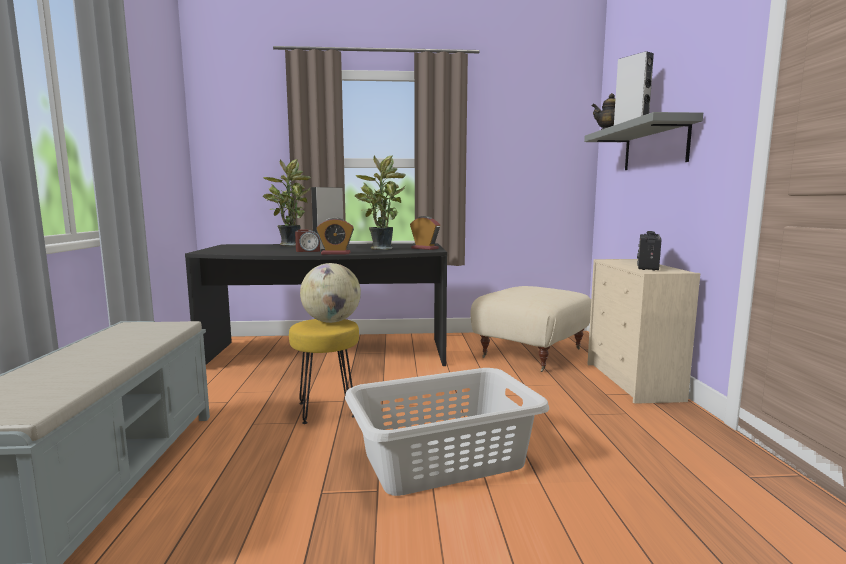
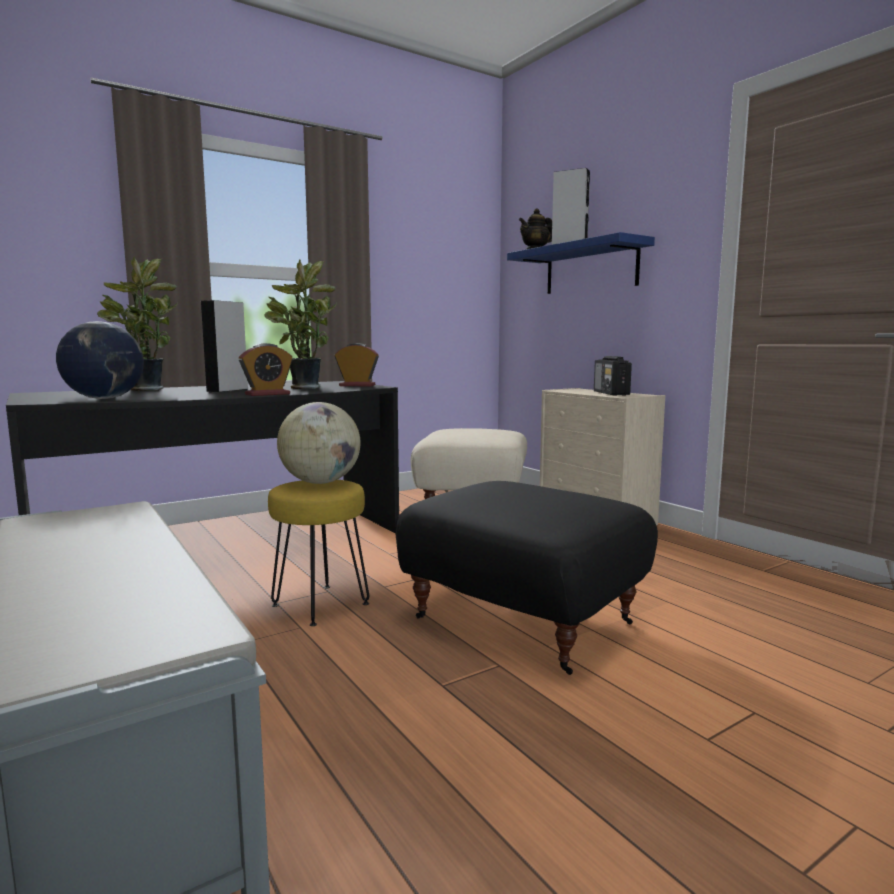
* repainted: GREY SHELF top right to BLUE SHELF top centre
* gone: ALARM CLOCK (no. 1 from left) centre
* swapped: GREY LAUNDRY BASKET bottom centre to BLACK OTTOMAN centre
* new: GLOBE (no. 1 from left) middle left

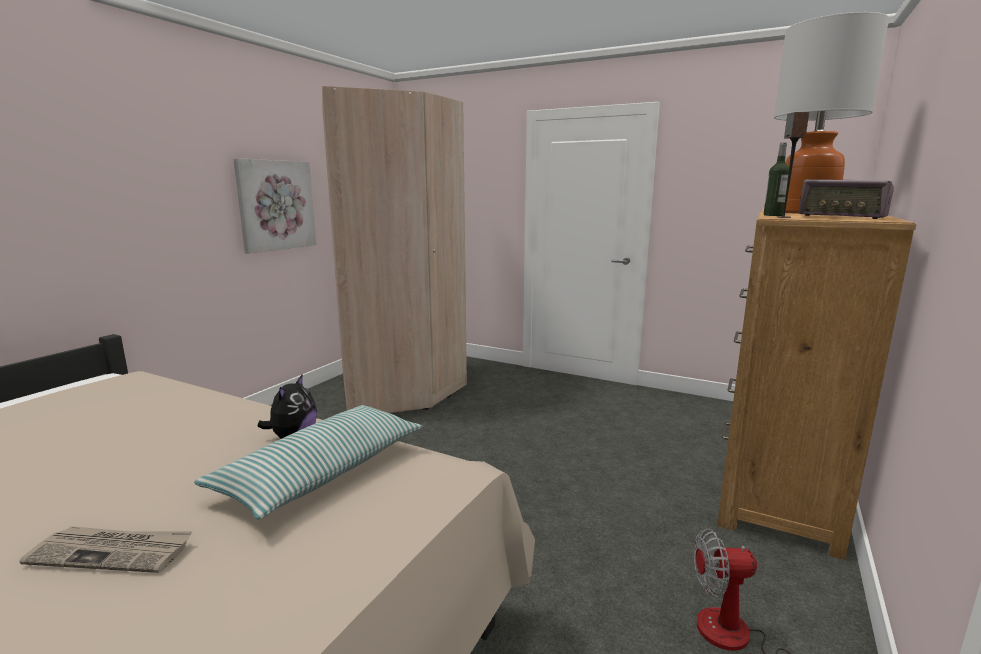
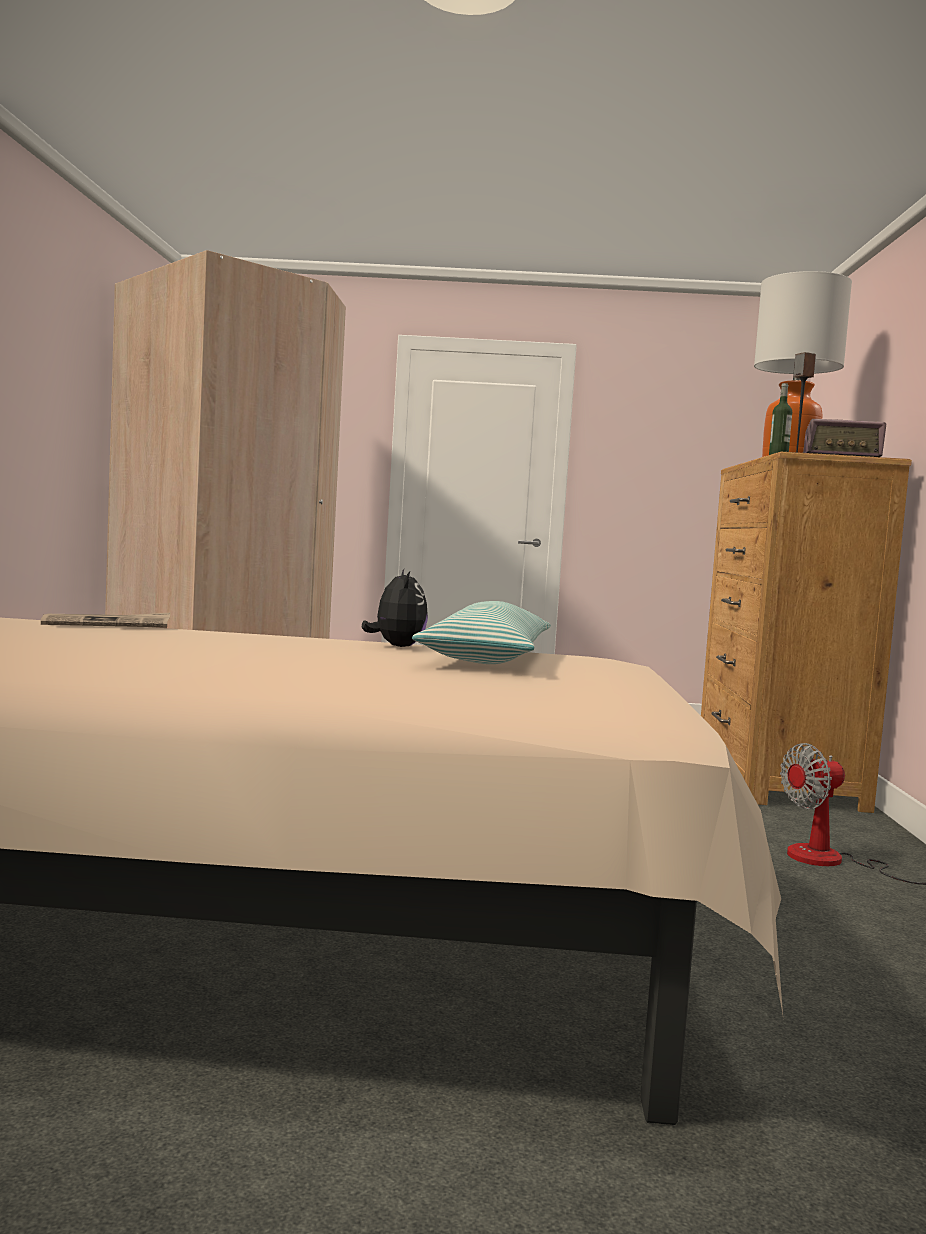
* gone: PICTURE top left
* shifted: NEWSPAPER bottom left to middle left

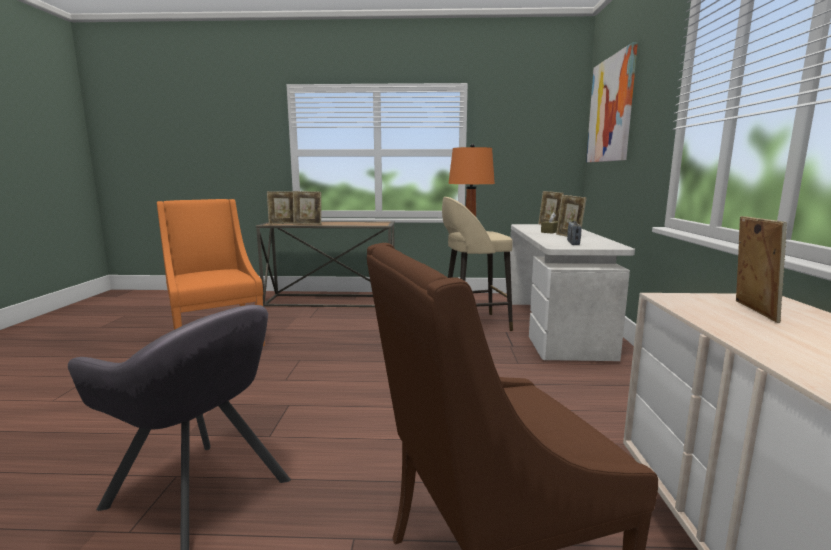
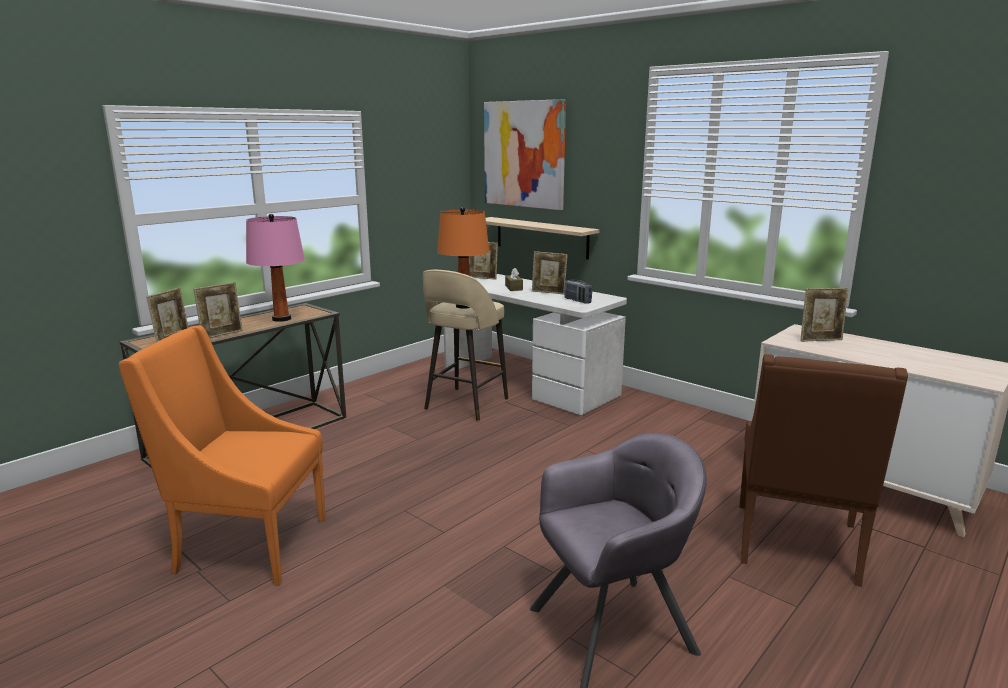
* rotated: PICTURE FRAME (no. 5 from left) middle right = middle right 120 degrees clockwise
* new: PINK TABLE LAMP middle left
* new: SHELF centre

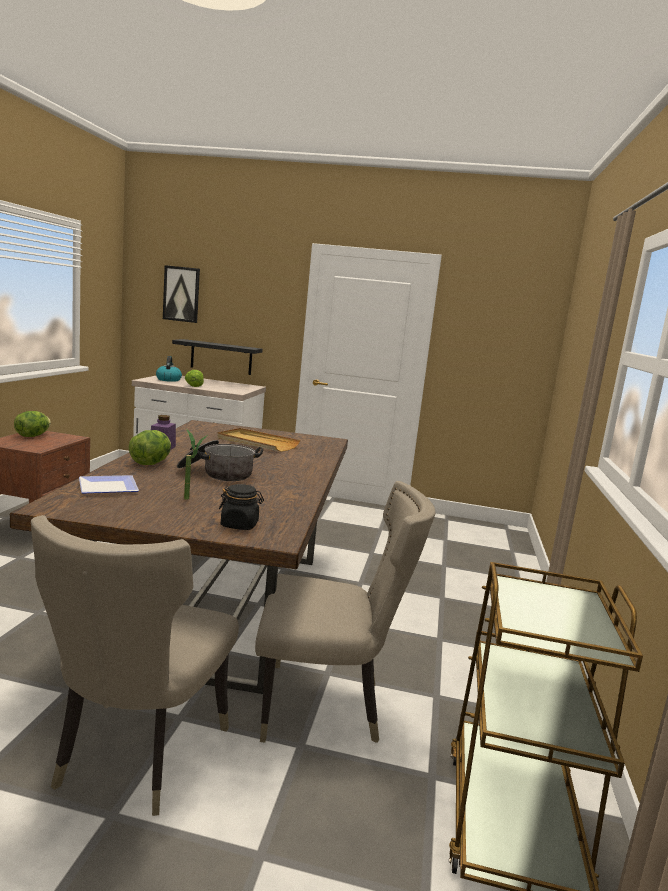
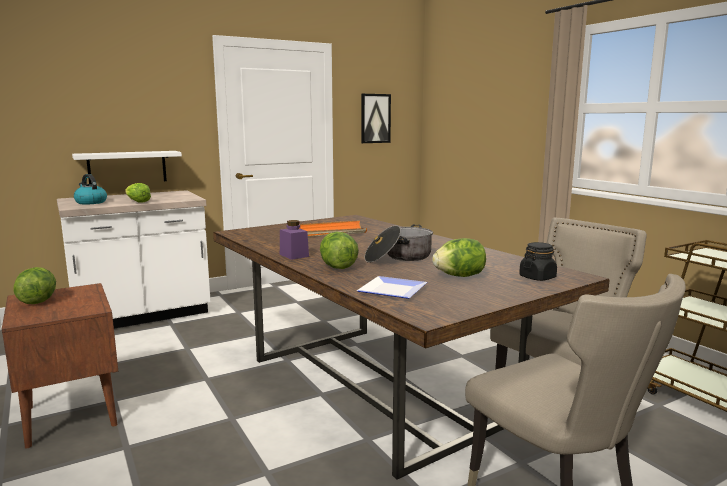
* shifted: PICTURE top left to top centre
* repainted: BLACK SHELF middle left to WHITE SHELF middle left
* repainted: BEIGE TRAY centre to ORANGE TRAY centre
* swapped: POTTED PLANT middle left to LETTUCE (no. 4 from left) centre

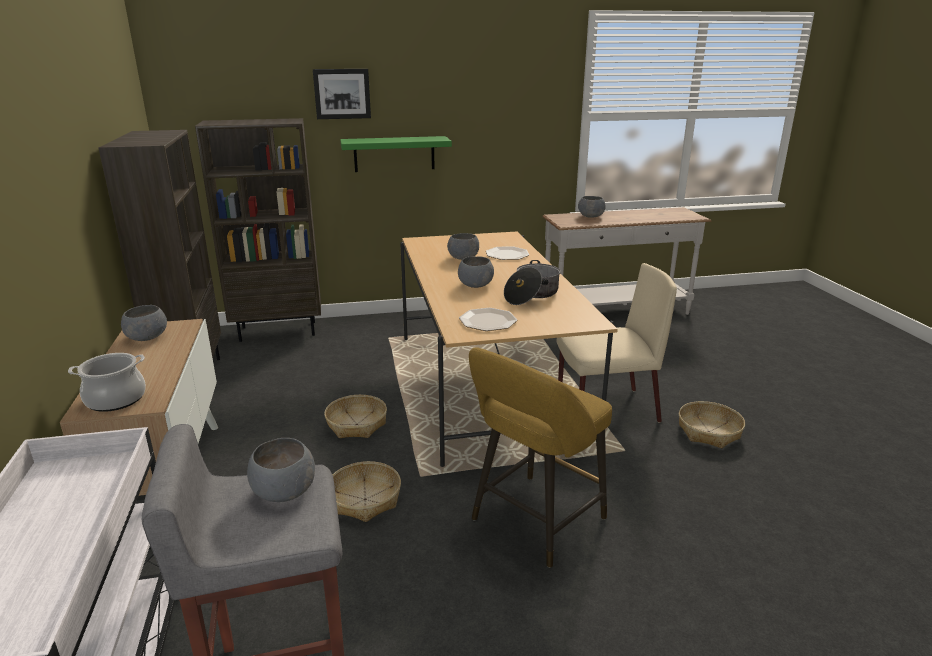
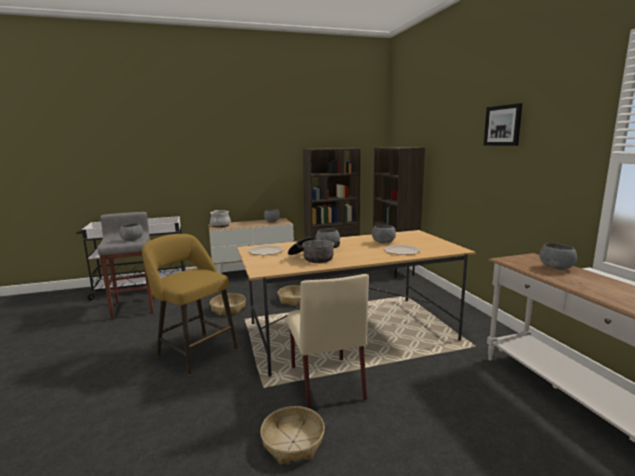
* shifted: PICTURE top centre to top right
* gone: GREEN SHELF top centre

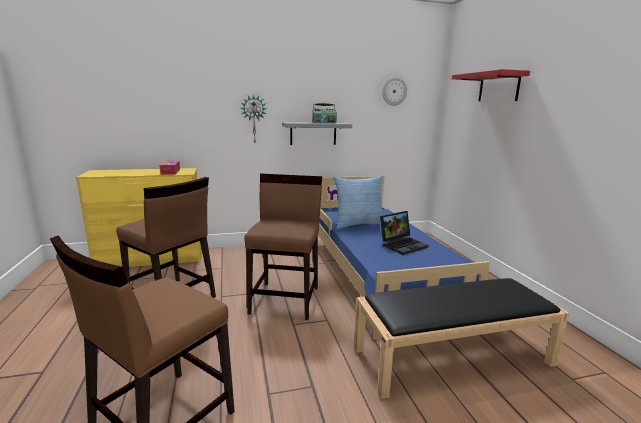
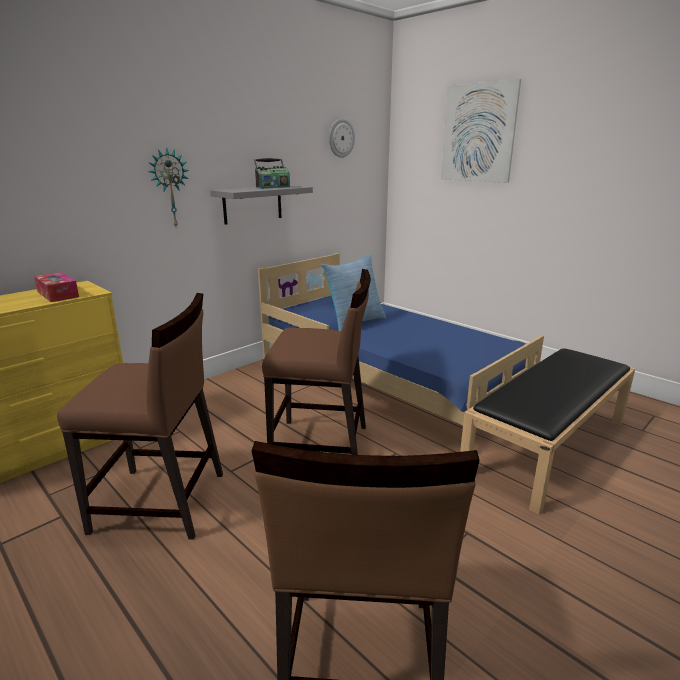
* swapped: RED SHELF top right to PICTURE top right
* rotated: BROWN CHAIR (no. 3 from left in the first image) centre = centre 120 degrees clockwise
* gone: LAPTOP centre

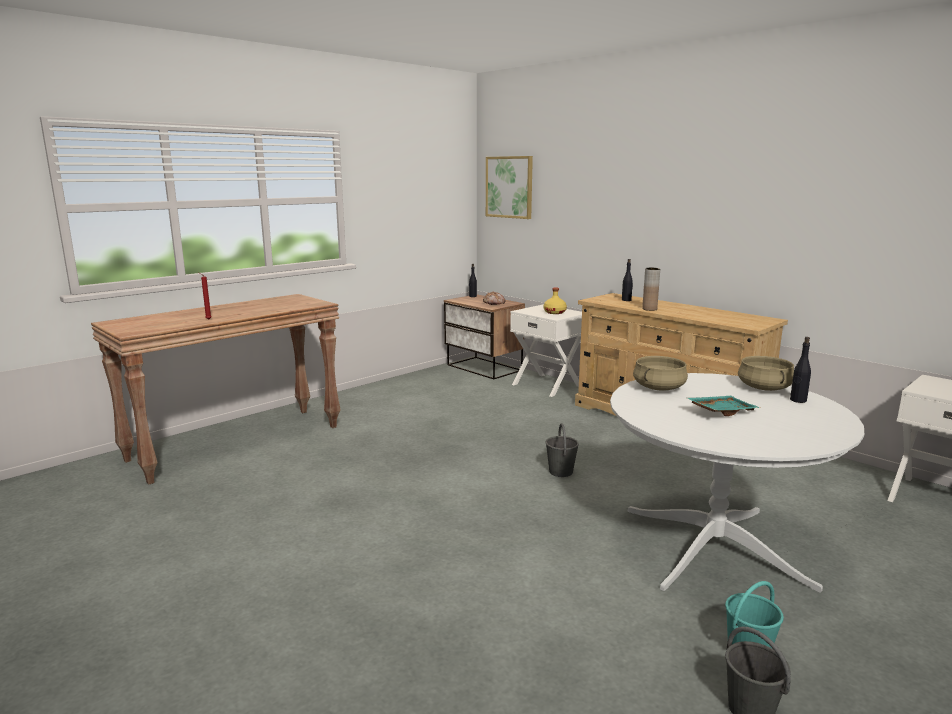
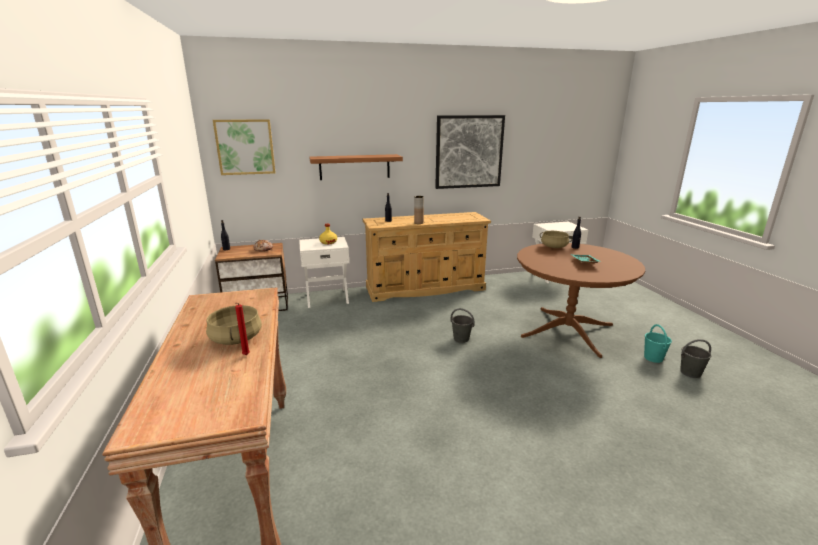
* shifted: BEIGE COOKING POT (no. 1 from left) middle right to middle left
* repainted: WHITE DINING TABLE bottom right to BROWN DINING TABLE middle right
* new: PICTURE (no. 2 from left) top centre
* new: SHELF top centre

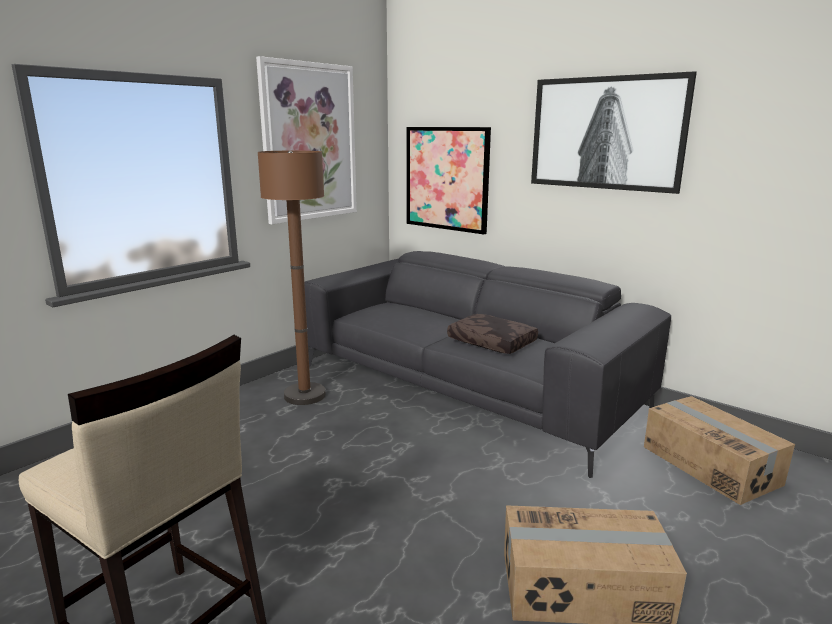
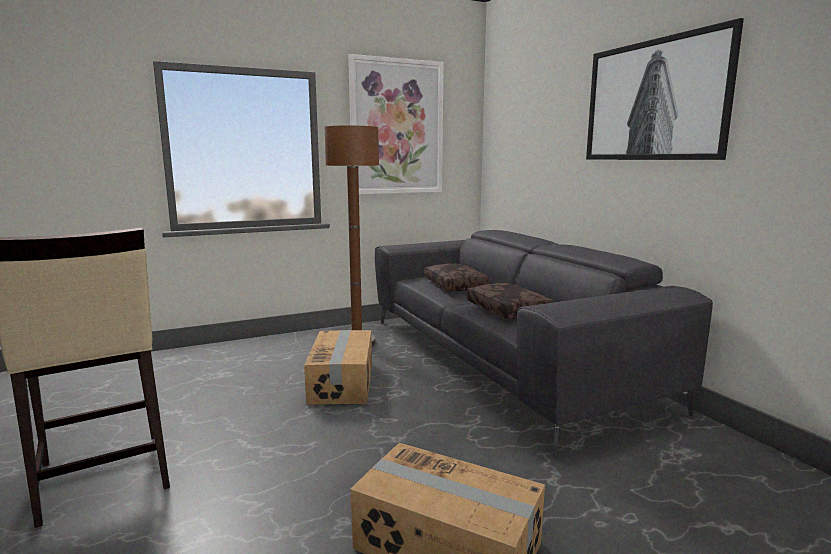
* gone: PICTURE (no. 2 from left) top centre
* shifted: CARDBOARD BOX (no. 2 from left in the first image) bottom right to CARDBOARD BOX (no. 1 from left) centre
* new: BROWN PILLOW (no. 1 from left) centre

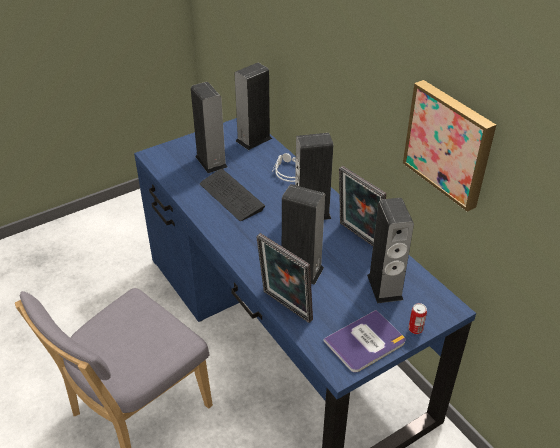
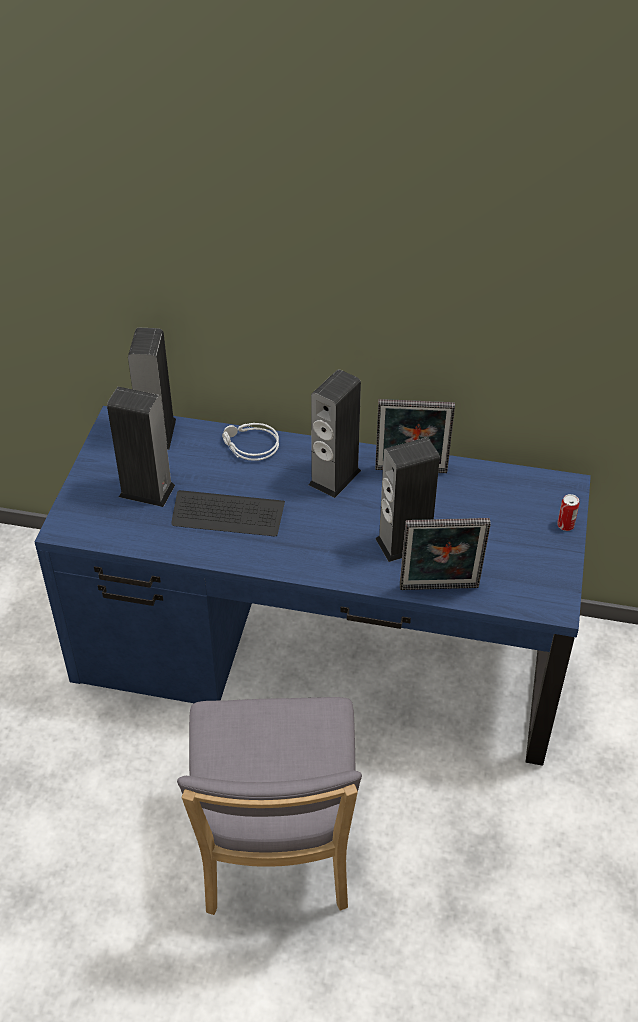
* gone: PICTURE top right
* gone: SPEAKER (no. 5 from left) middle right
* gone: BOOK bottom centre

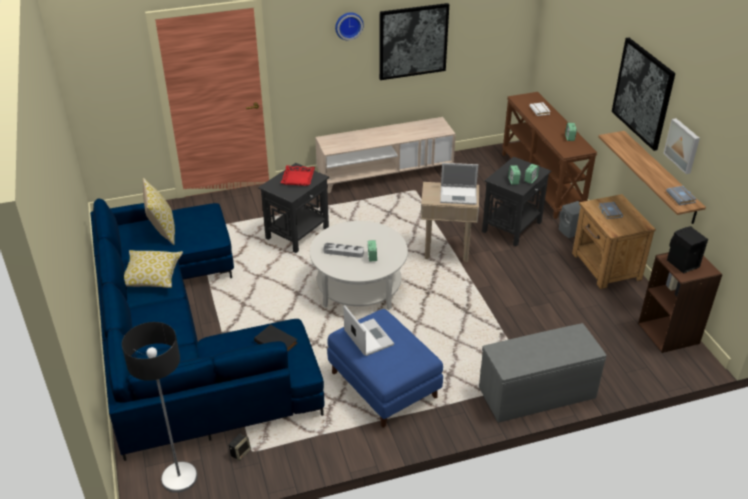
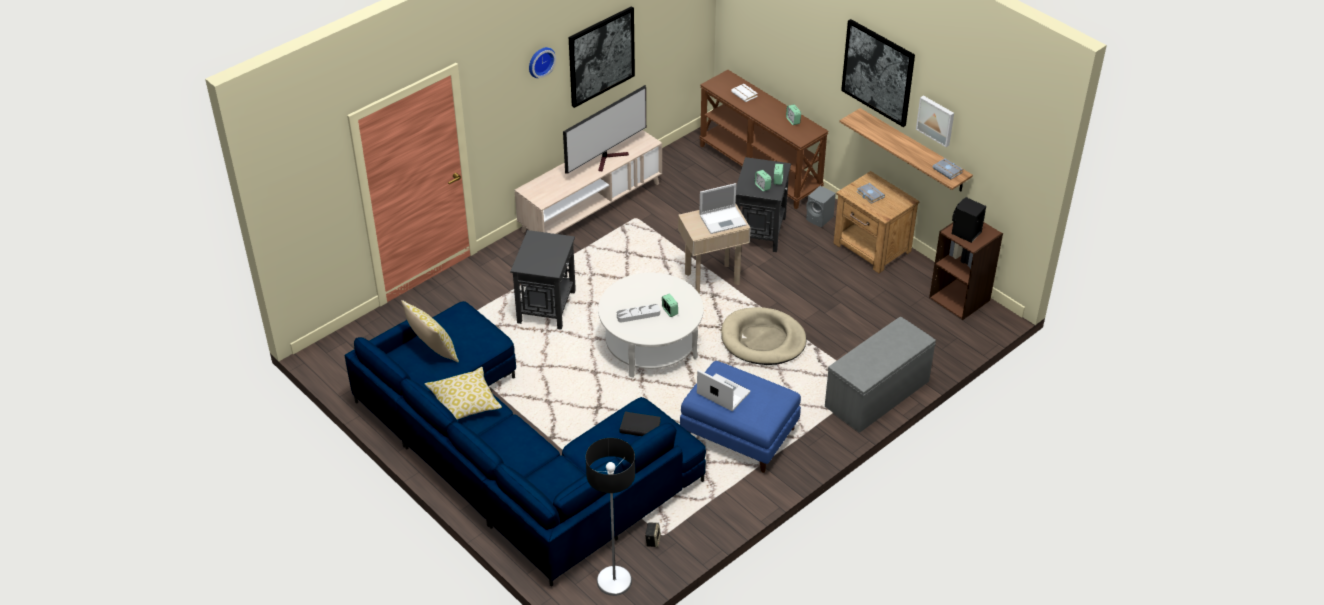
* gone: RED TRAY centre
* new: TELEVISION top centre
* new: BEIGE DOG BED centre

